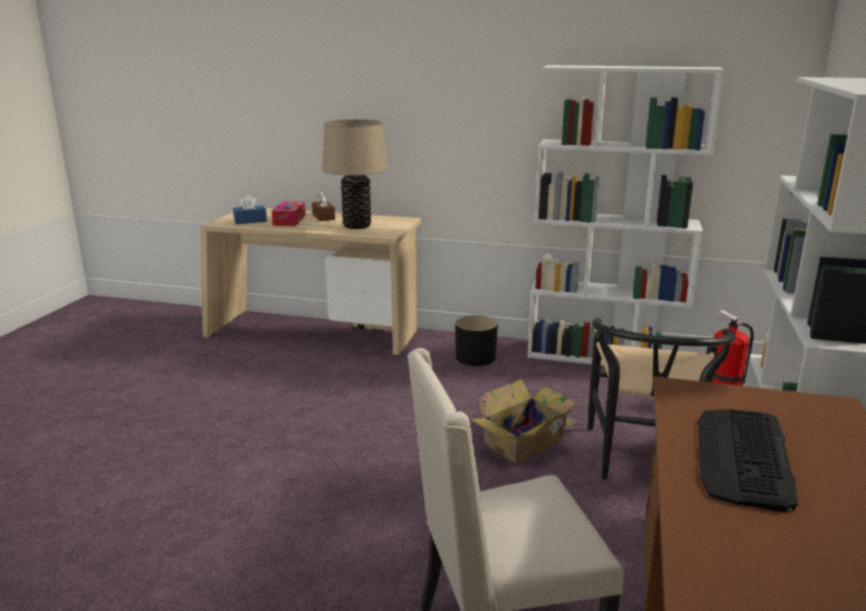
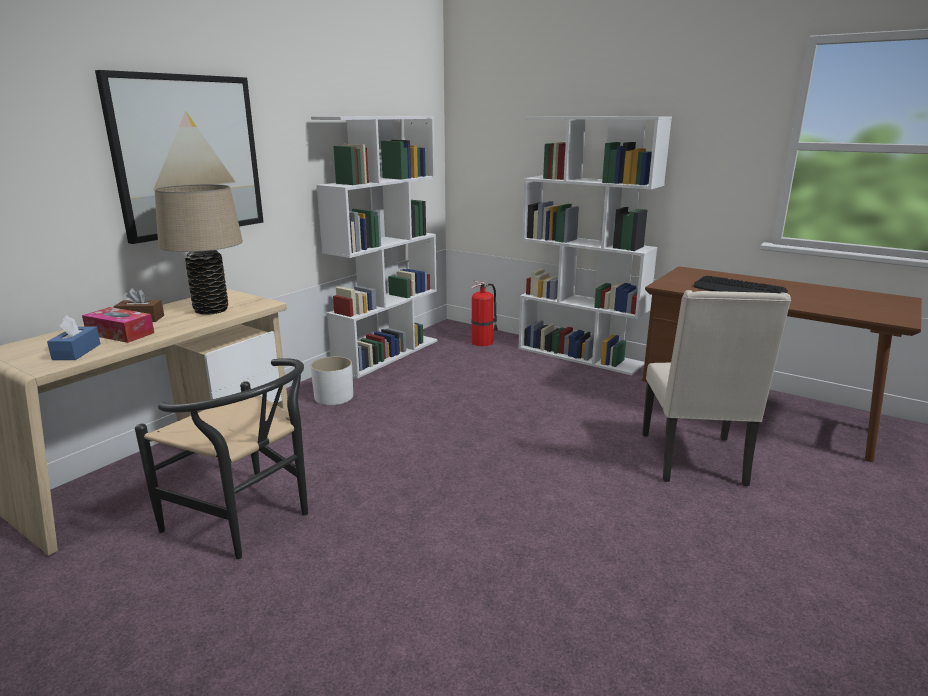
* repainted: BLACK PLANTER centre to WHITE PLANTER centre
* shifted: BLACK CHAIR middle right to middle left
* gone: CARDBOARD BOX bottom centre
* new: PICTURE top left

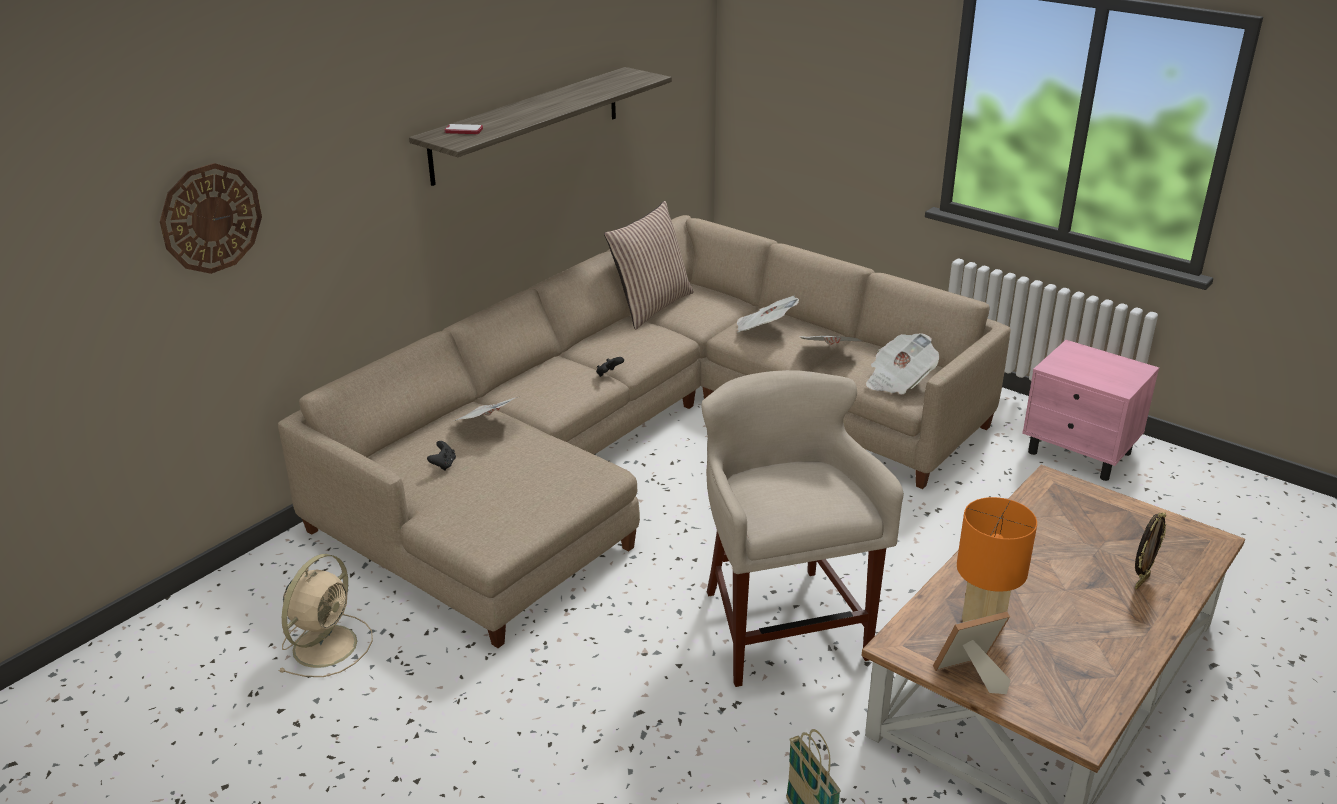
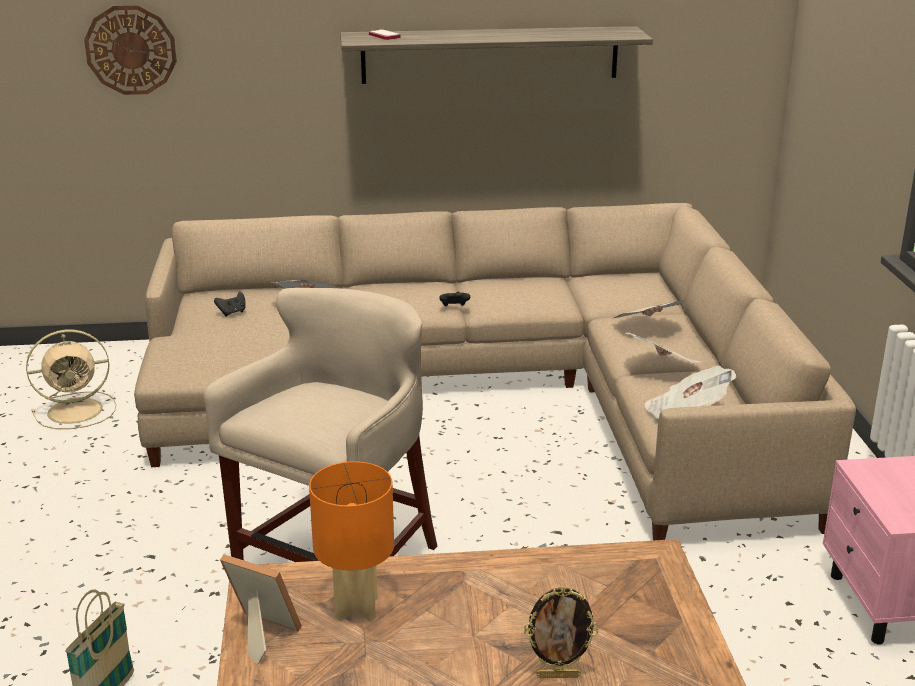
* gone: PILLOW top centre

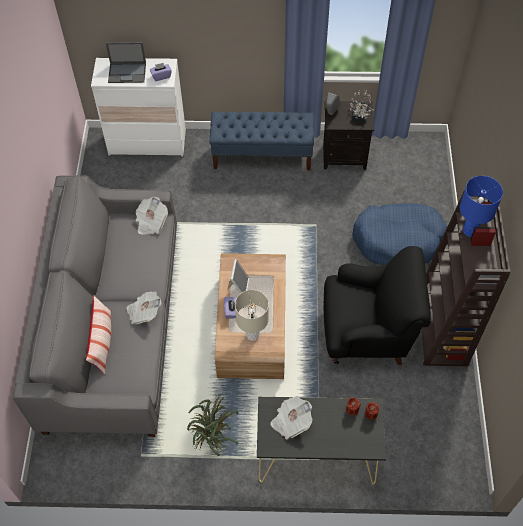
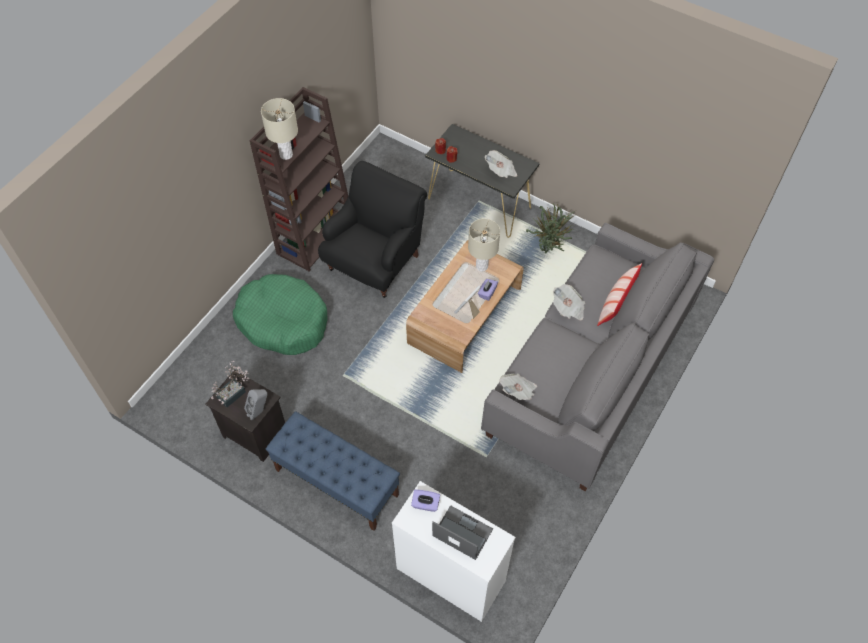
* repainted: BLUE TABLE LAMP middle right to BEIGE TABLE LAMP (no. 1 from left) top left
* repainted: BLUE DOG BED middle right to GREEN DOG BED middle left
* rotated: BLACK ARMCHAIR middle right = centre 90 degrees clockwise

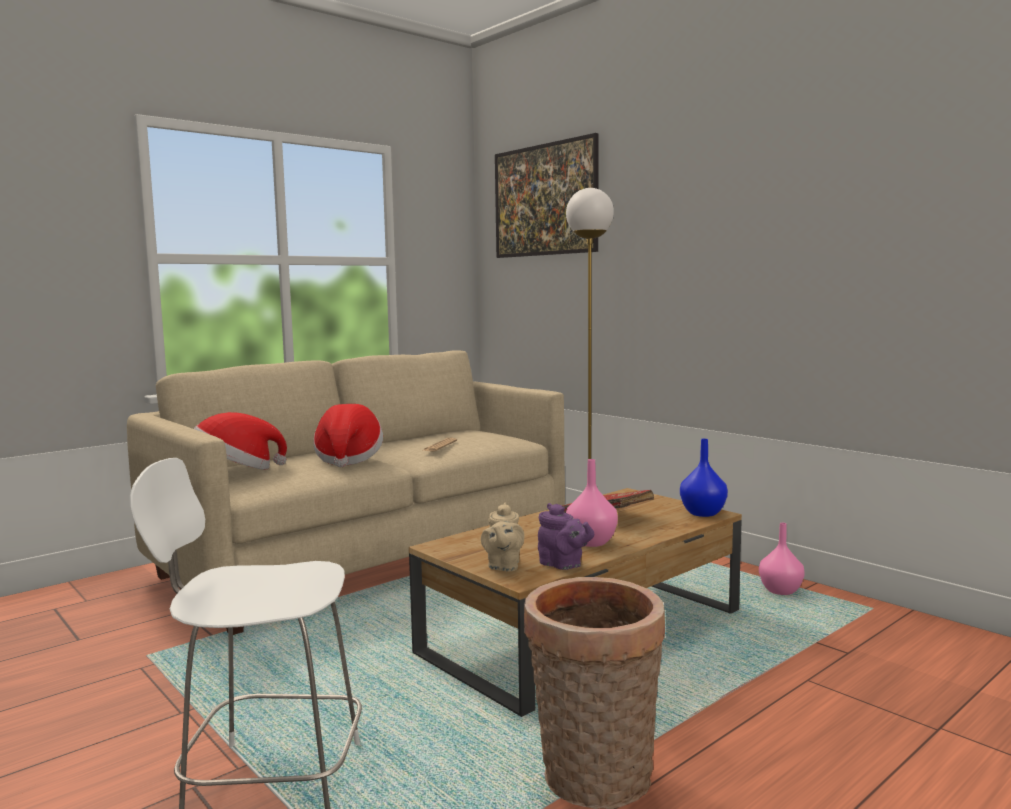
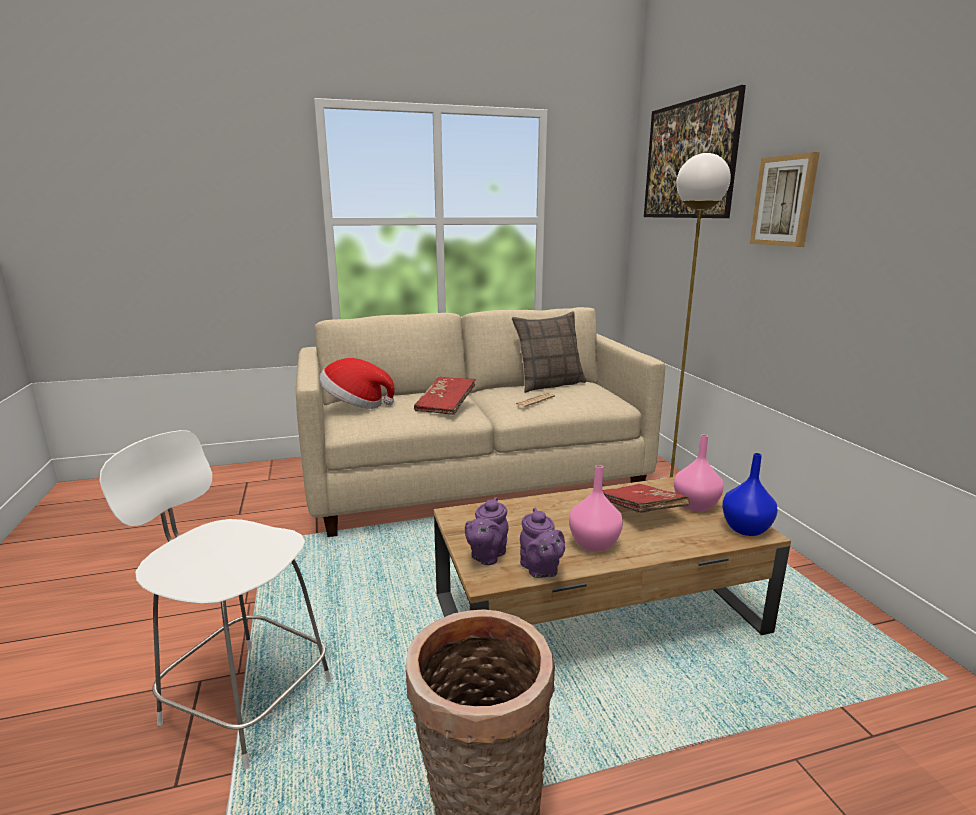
* swapped: HAT (no. 2 from left) centre to RED BOOK (no. 1 from left) centre
* repainted: BEIGE TEAPOT centre to PURPLE TEAPOT (no. 1 from left) centre
* shifted: PINK VASE (no. 2 from left) bottom right to middle right
* new: PICTURE (no. 2 from left) top right
* new: PILLOW centre

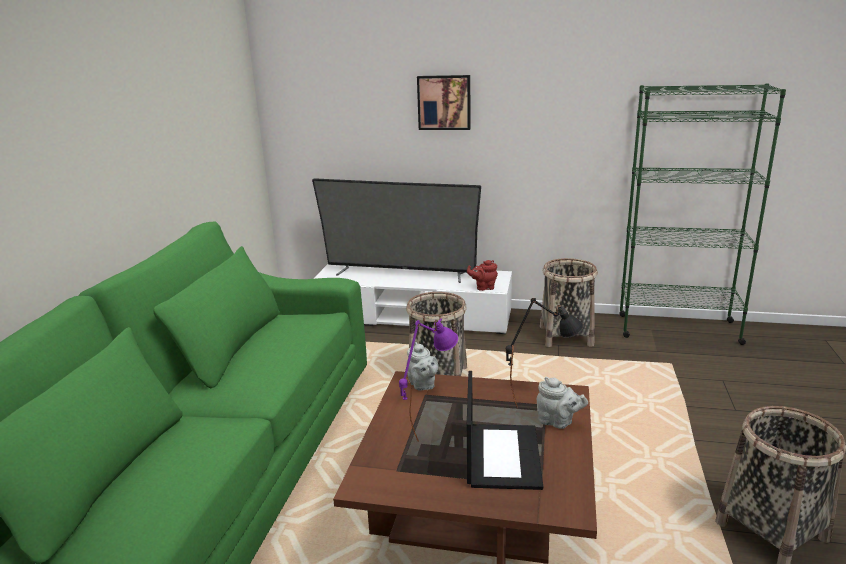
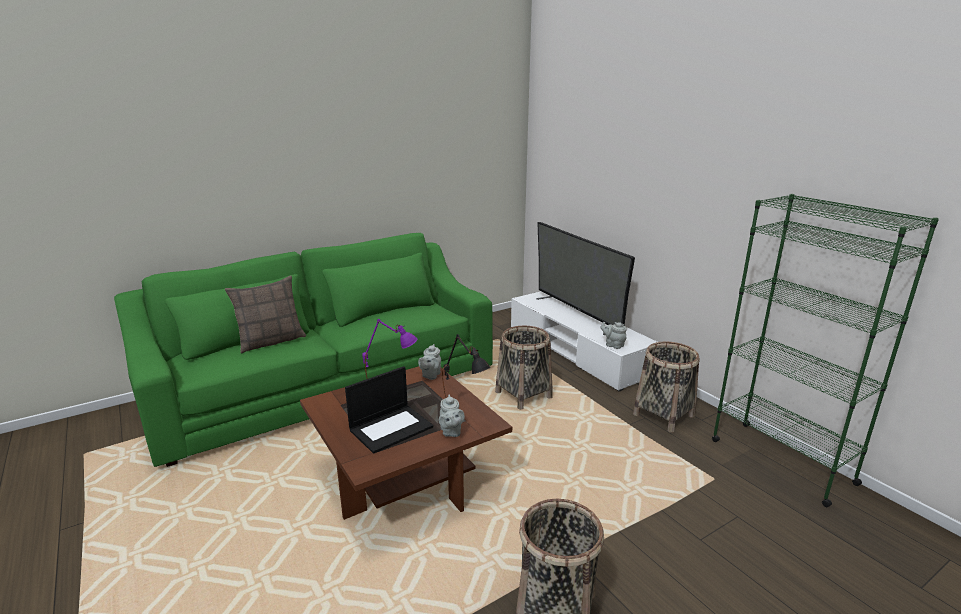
* gone: PICTURE top centre
* repainted: RED TEAPOT centre to GREY TEAPOT (no. 3 from left) centre
* new: PILLOW middle left

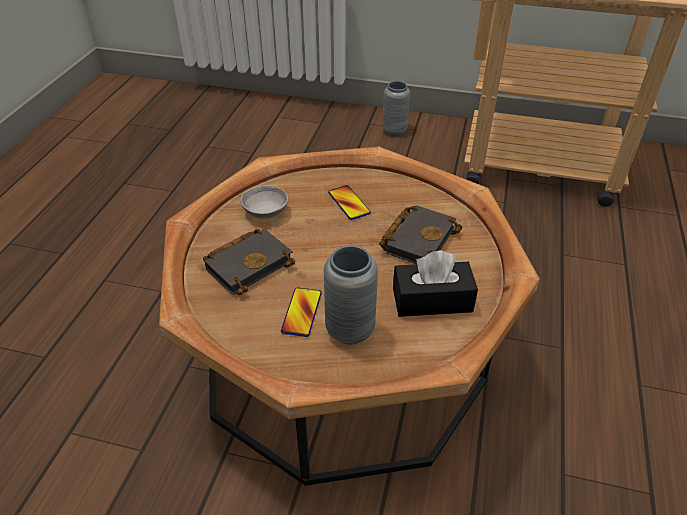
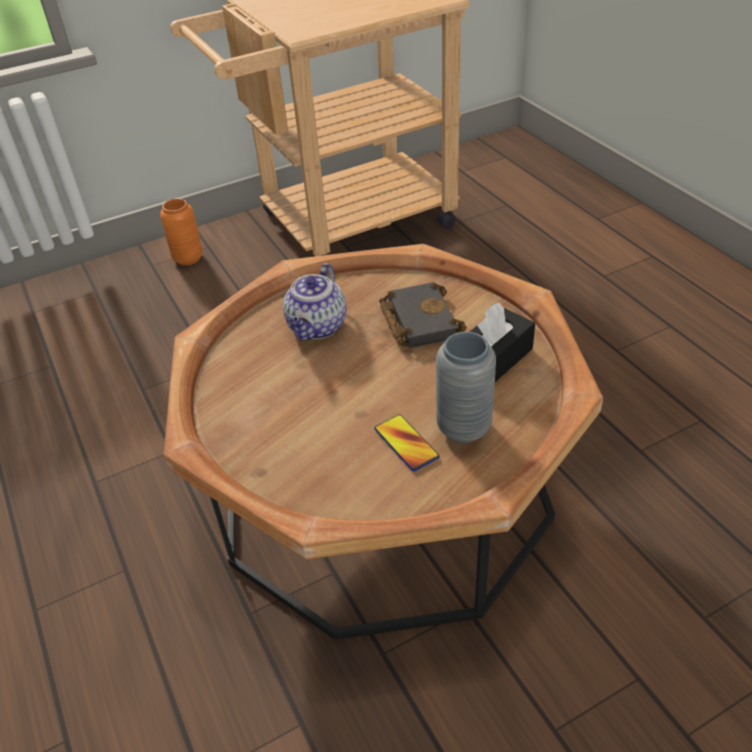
* repainted: GREY VASE (no. 2 from left) top centre to ORANGE VASE top left
* swapped: PHONE (no. 2 from left) centre to TEAPOT centre
* gone: GREY BOWL centre
* gone: BLACK BOOK (no. 1 from left) centre

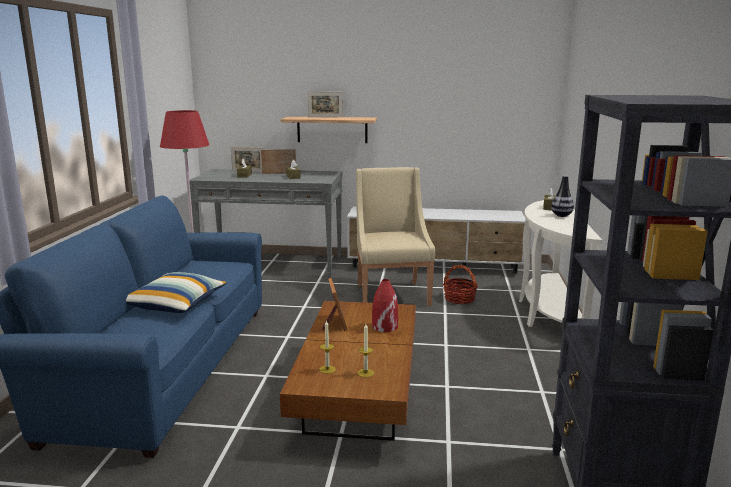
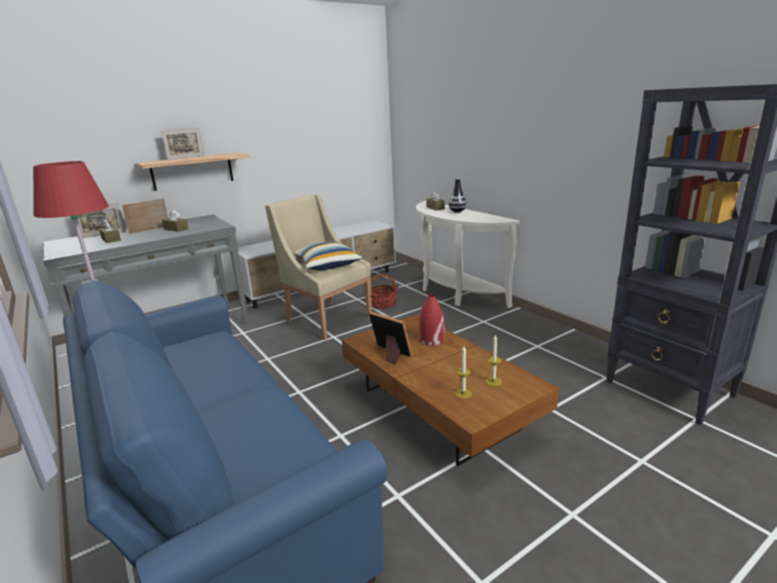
* shifted: PILLOW middle left to centre

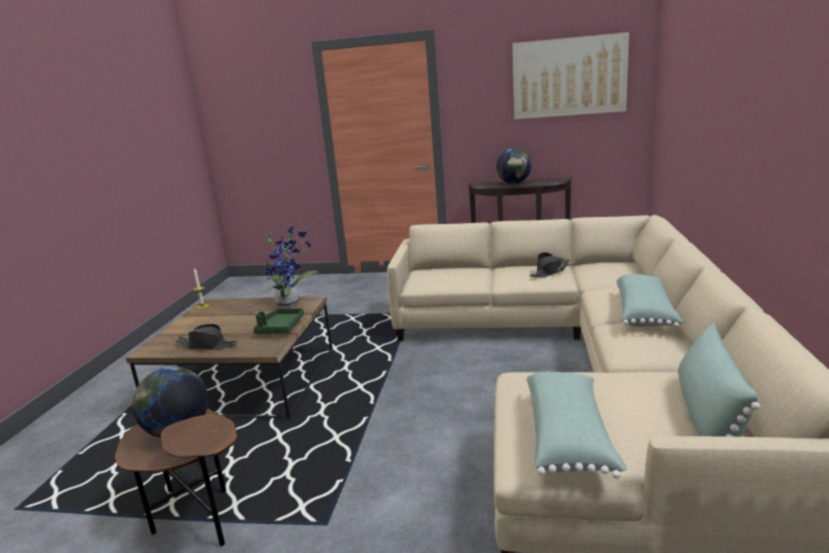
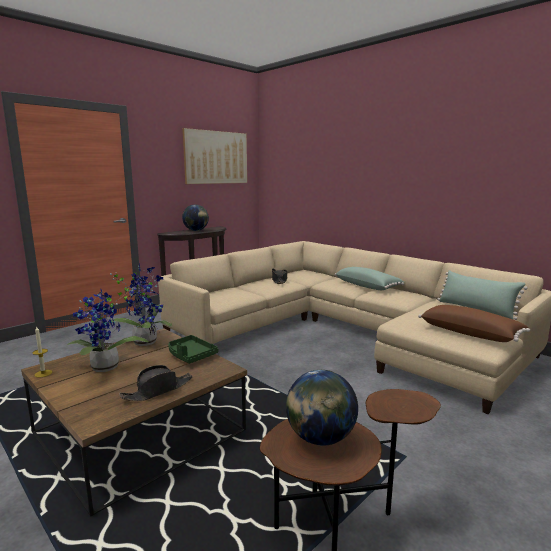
* repainted: GREEN PILLOW (no. 1 from left) bottom right to BROWN PILLOW middle right
* new: POTTED PLANT (no. 1 from left) middle left

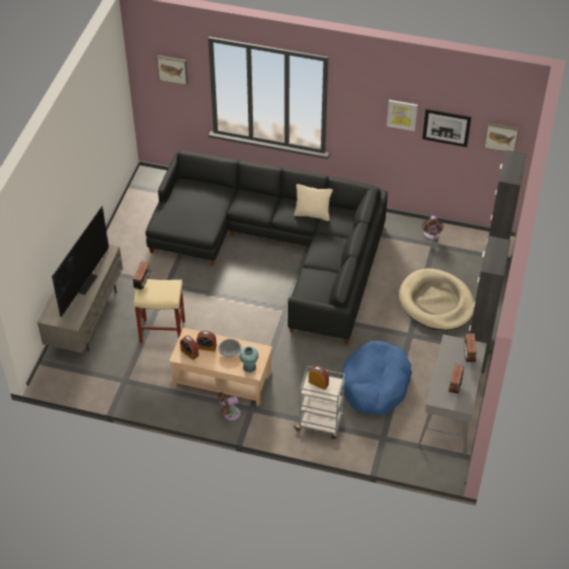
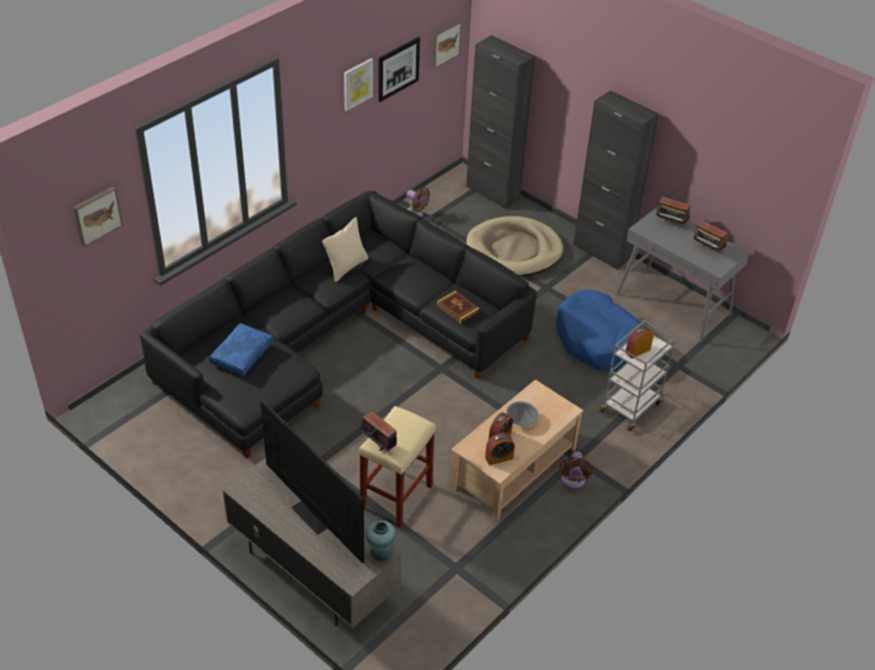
* shifted: TURQUOISE VASE centre to bottom centre
* new: BOOK centre
* new: BLUE PILLOW middle left

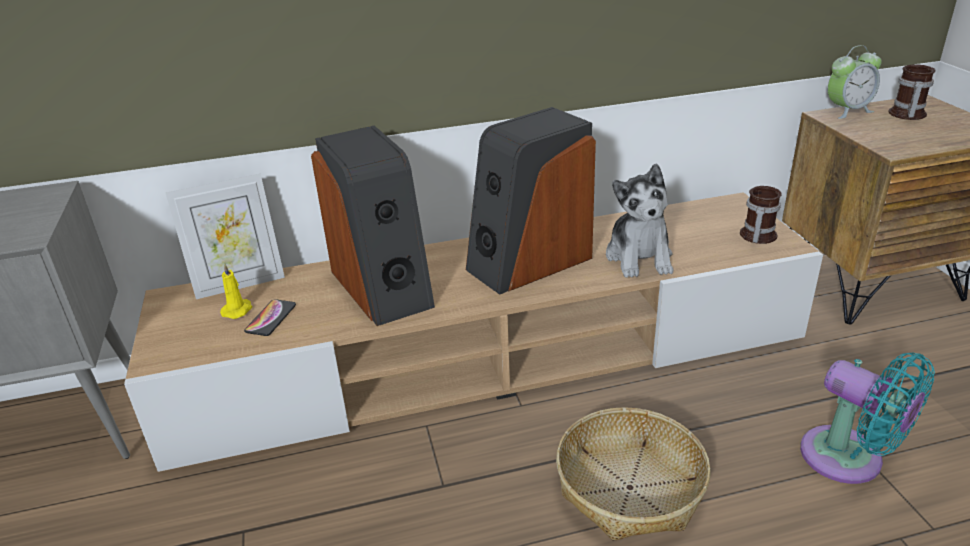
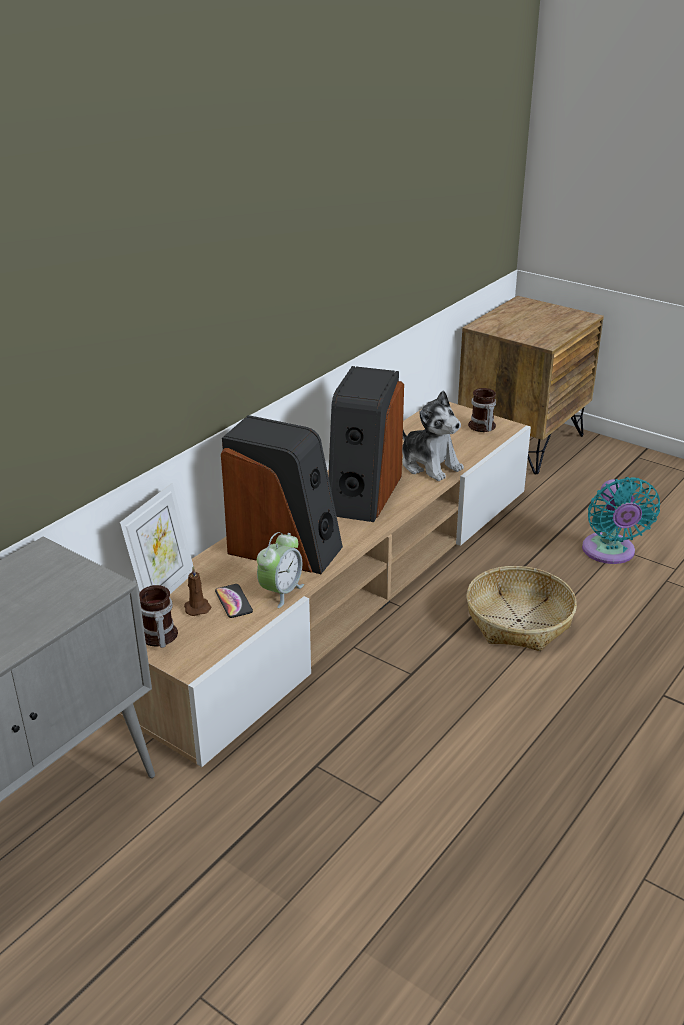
* shifted: ALARM CLOCK top right to centre
* shifted: MUG (no. 2 from left in the first image) top right to MUG (no. 1 from left) middle left
* repainted: YELLOW CANDLE middle left to BROWN CANDLE middle left
* rotated: TURQUOISE FAN bottom right = middle right 75 degrees clockwise

